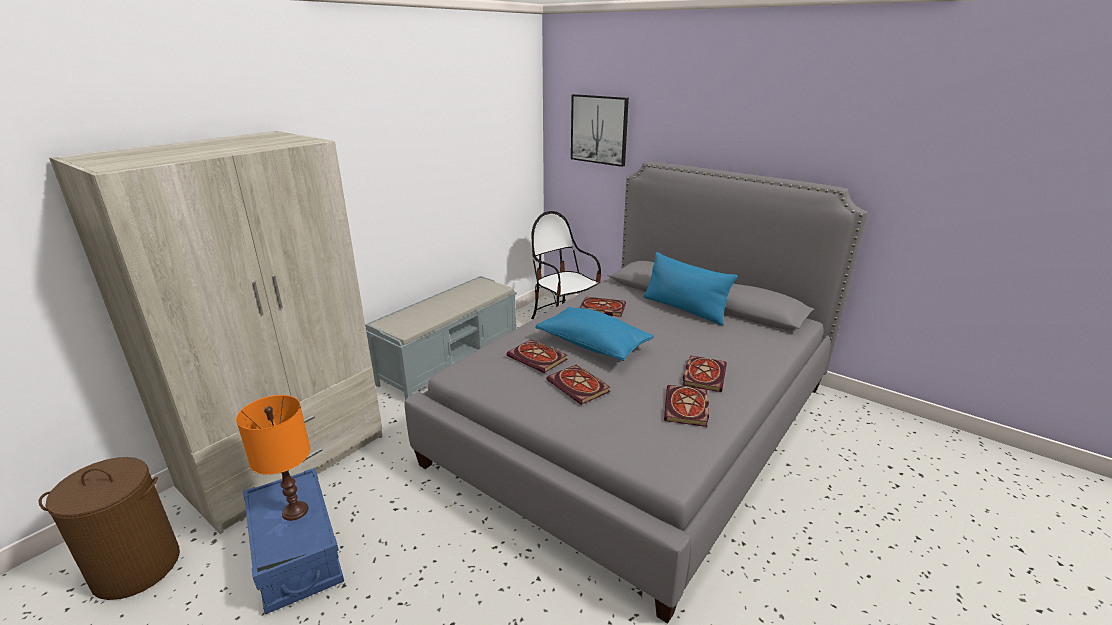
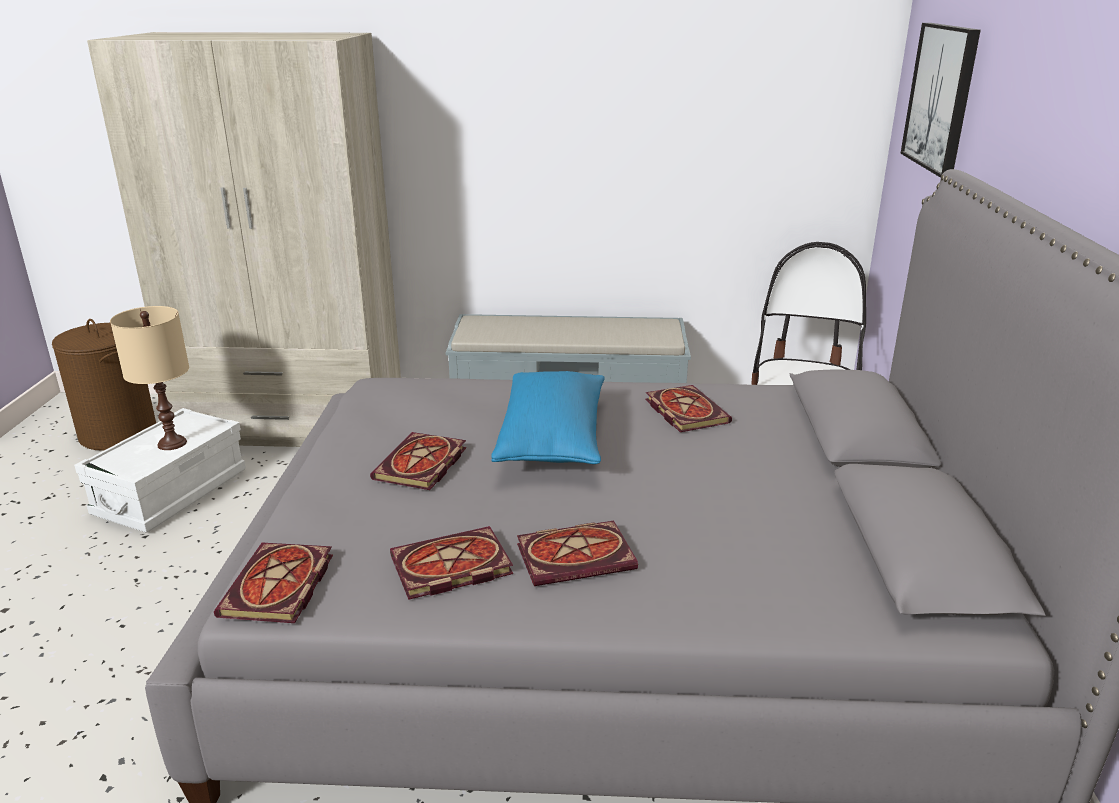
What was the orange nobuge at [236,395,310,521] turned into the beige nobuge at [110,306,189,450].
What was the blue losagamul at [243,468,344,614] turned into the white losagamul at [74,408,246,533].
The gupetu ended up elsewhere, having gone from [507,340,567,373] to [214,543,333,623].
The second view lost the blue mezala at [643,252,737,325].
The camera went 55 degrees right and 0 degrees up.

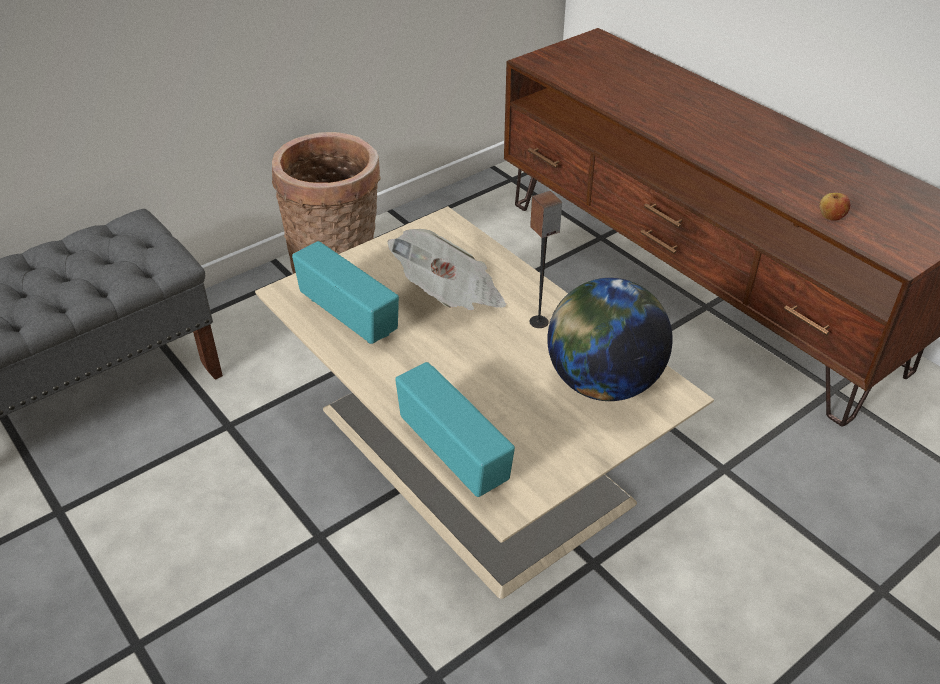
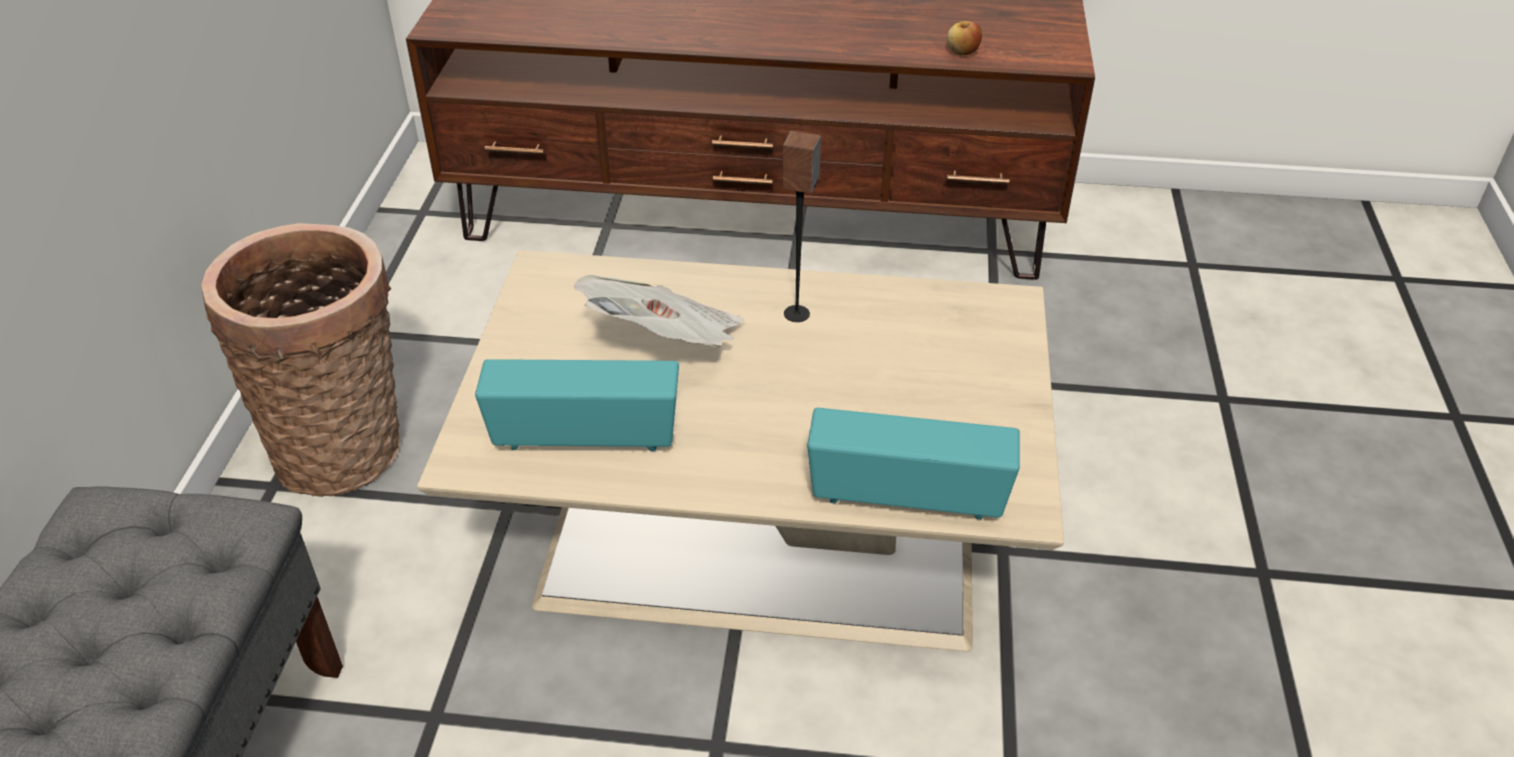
The second view lost the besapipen at [547,278,673,401].
The camera went 45 degrees left and 0 degrees up.

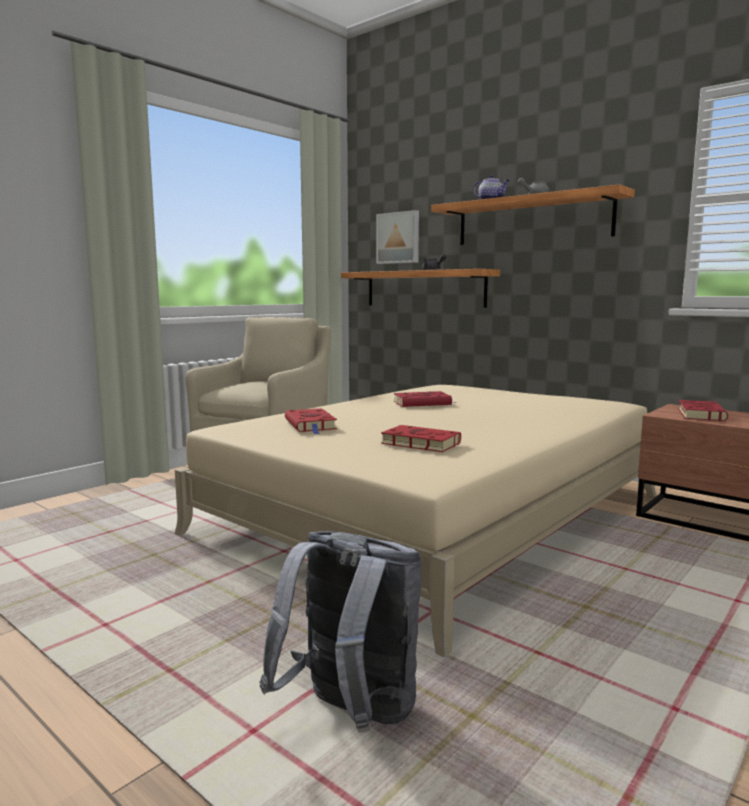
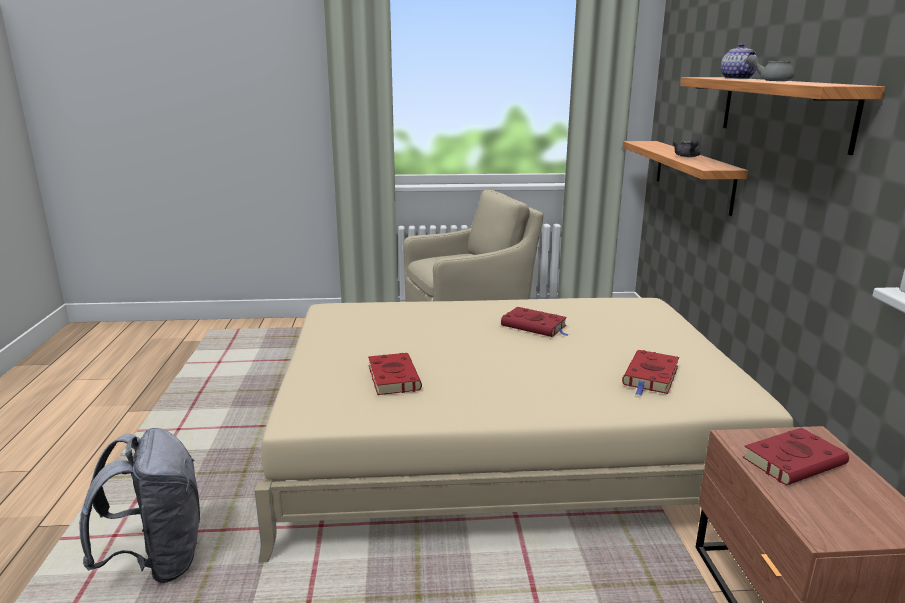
The red gupetu ended up elsewhere, having gone from [285,408,337,434] to [622,350,679,396].
The second view lost the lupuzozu at [376,210,419,264].
The camera went 45 degrees right and 10 degrees up.

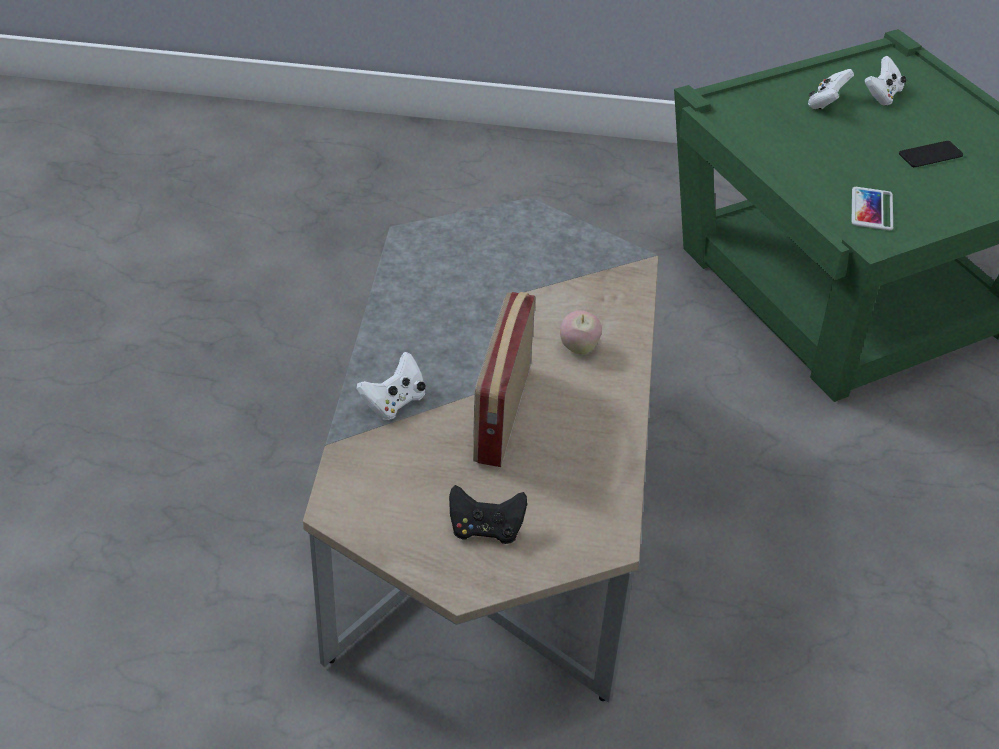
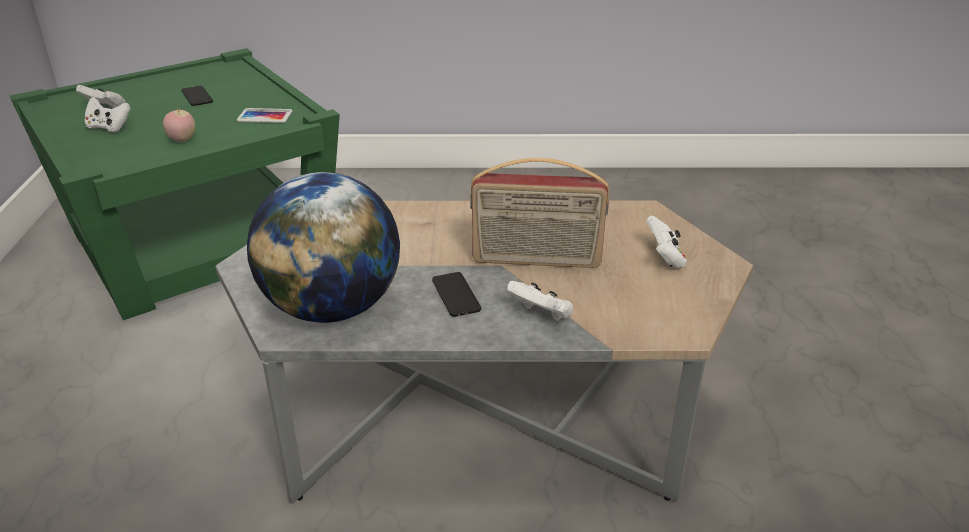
What was the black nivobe at [449,485,527,544] turned into the white nivobe at [646,216,687,268].
The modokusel ended up elsewhere, having gone from [560,310,602,354] to [163,108,195,142].
The second view gained the besapipen at [247,172,400,323].
The second view gained the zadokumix at [432,272,481,317].
The camera went 95 degrees left and 10 degrees down.

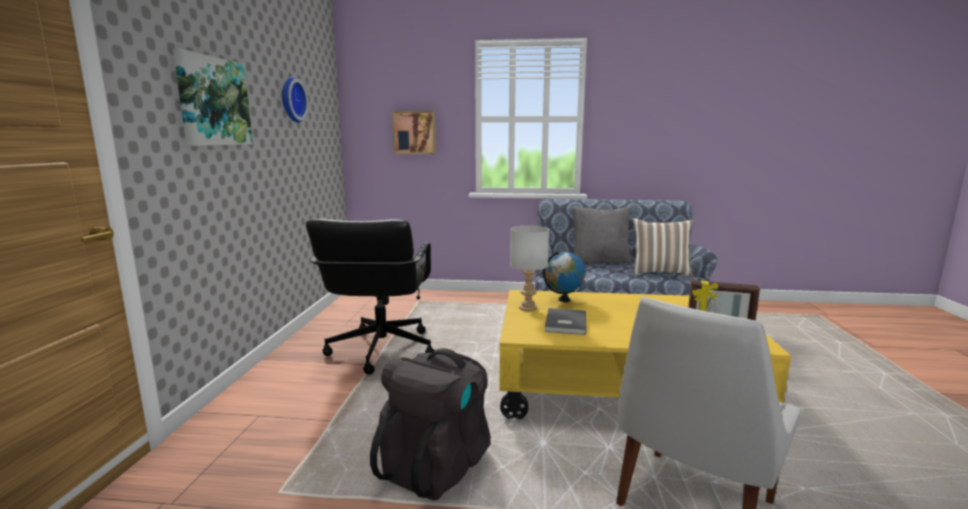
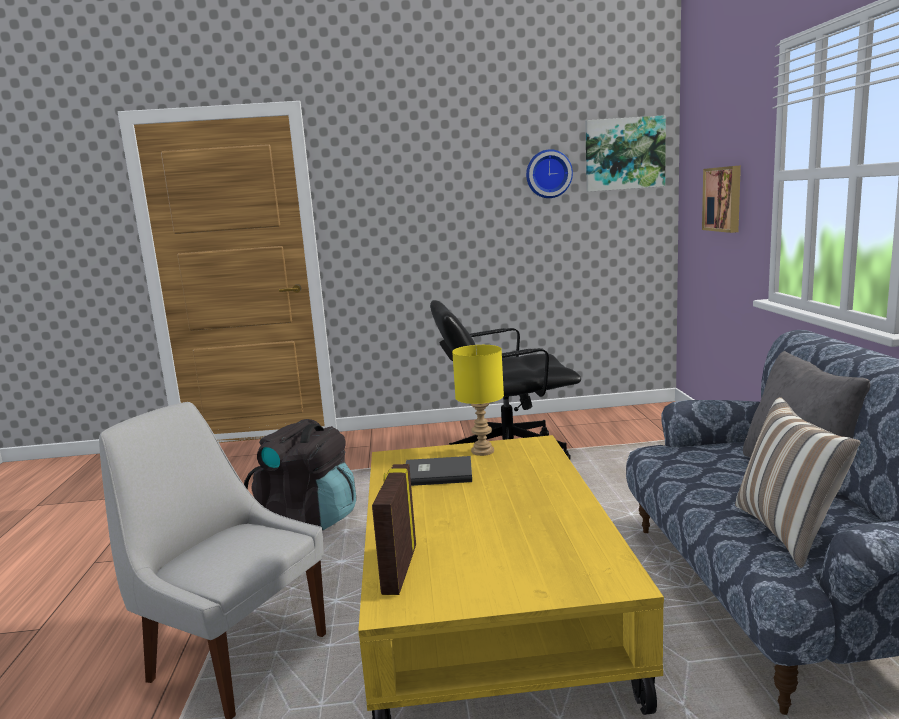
The lupuzozu ended up elsewhere, having gone from [173,49,253,146] to [585,115,666,192].
What was the grey nobuge at [510,226,549,311] turned into the yellow nobuge at [452,345,504,456].
The second view lost the besapipen at [543,251,586,302].
The camera went 80 degrees right and 0 degrees up.

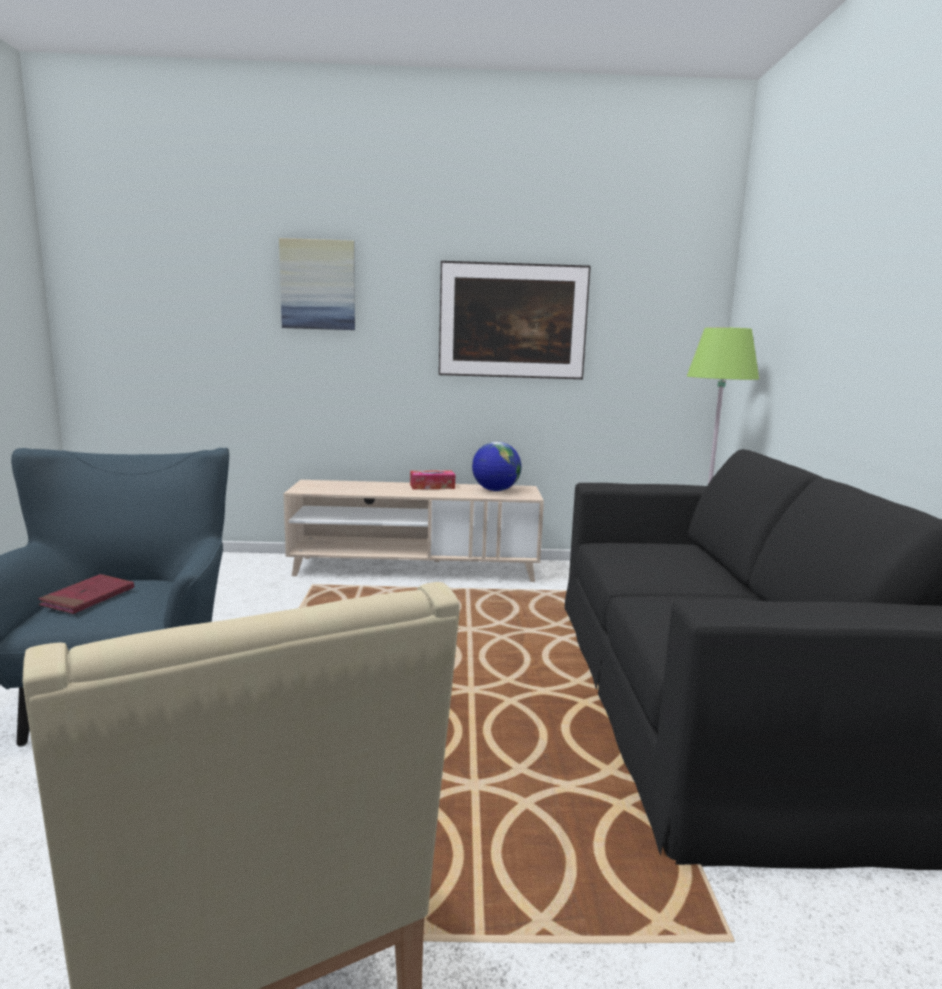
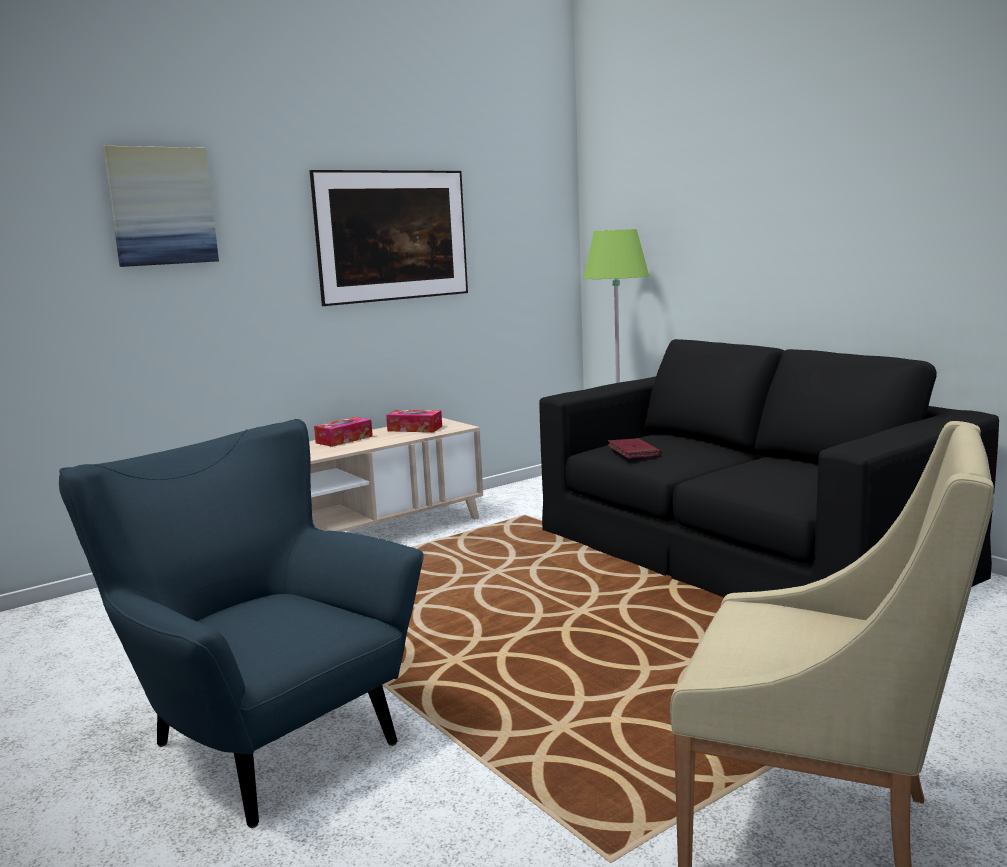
The red gupetu ended up elsewhere, having gone from [38,574,134,614] to [608,438,661,459].
Where the besapipen stood at [472,442,522,491], the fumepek came to stand at [386,410,442,432].
The camera went 35 degrees left and 0 degrees up.

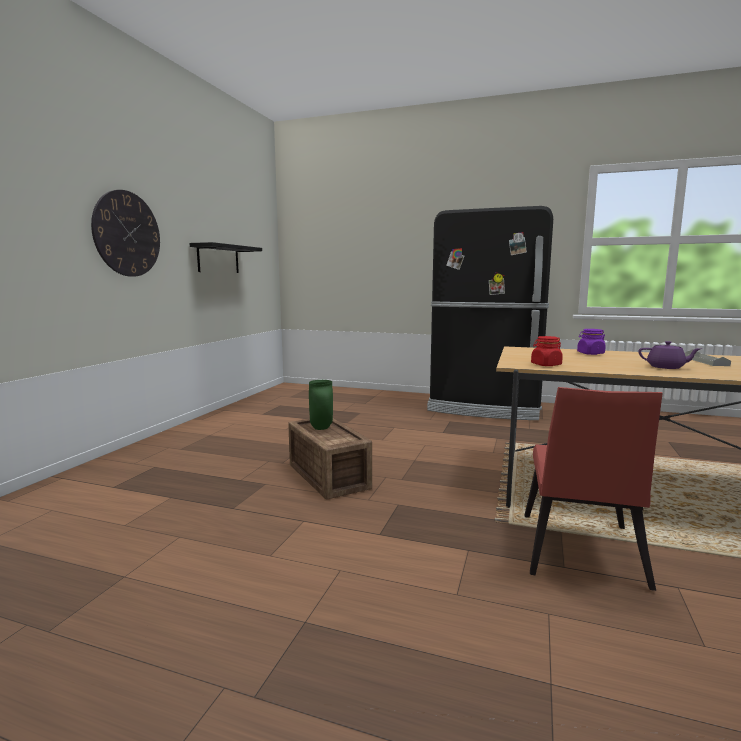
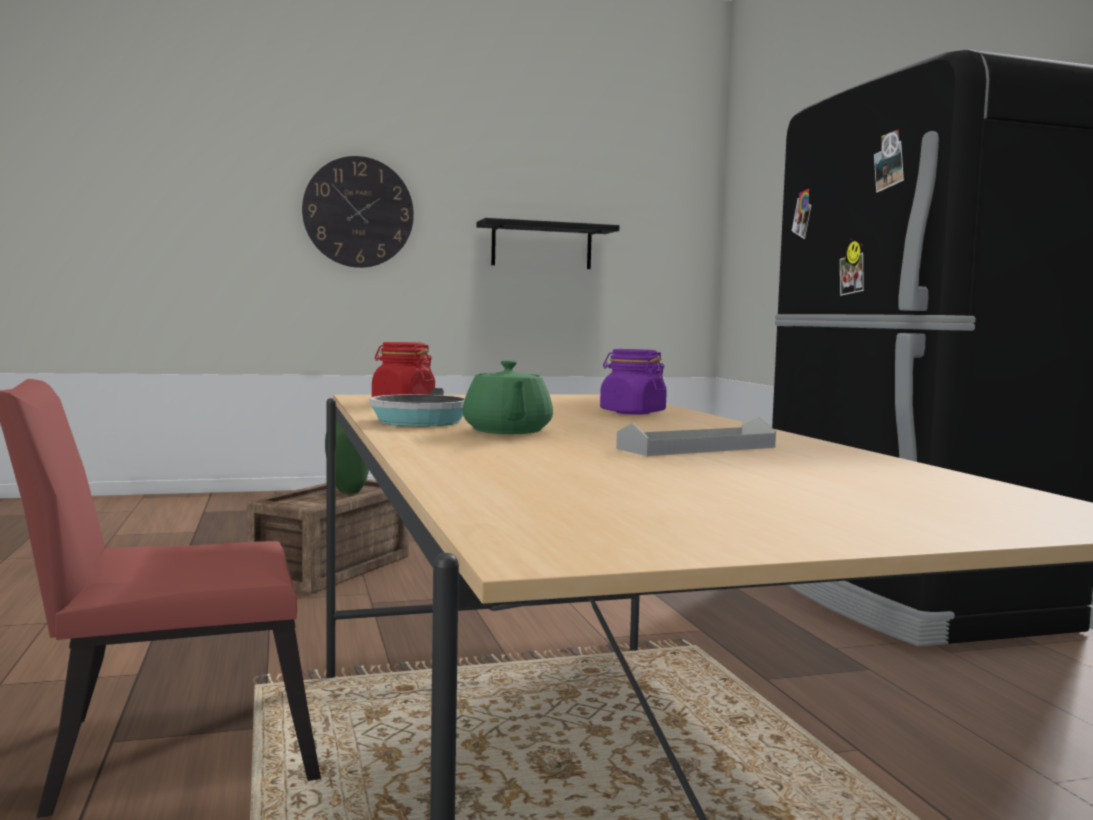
What was the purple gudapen at [638,341,702,369] turned into the green gudapen at [463,360,553,434].
The second view gained the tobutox at [369,388,465,426].
The camera went 55 degrees right and 5 degrees down.

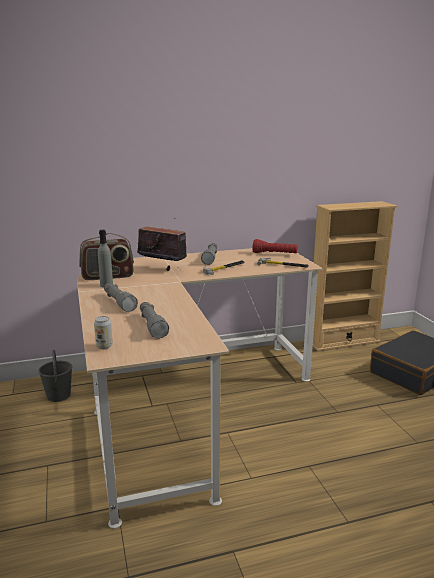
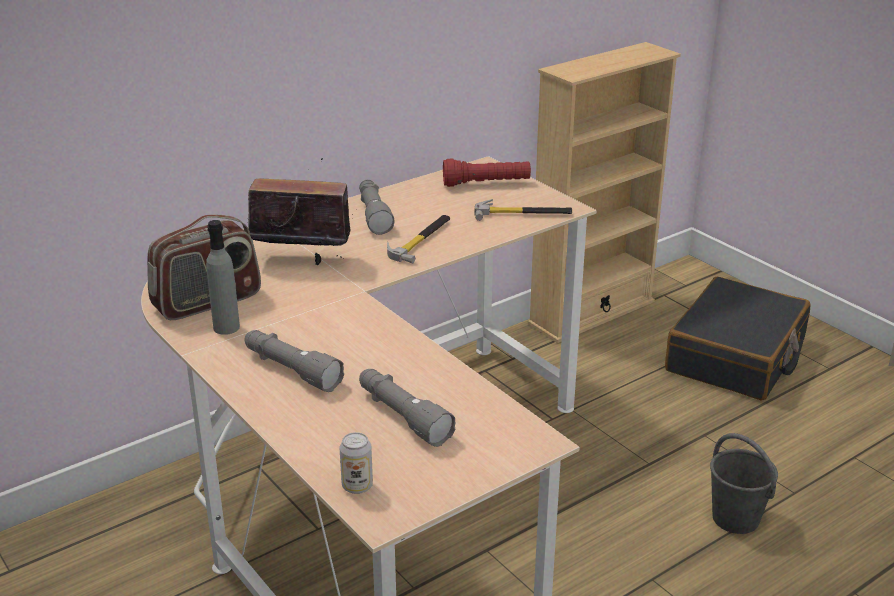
The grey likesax ended up elsewhere, having gone from [38,350,72,402] to [710,433,778,534].
The camera went 20 degrees left and 10 degrees up.

